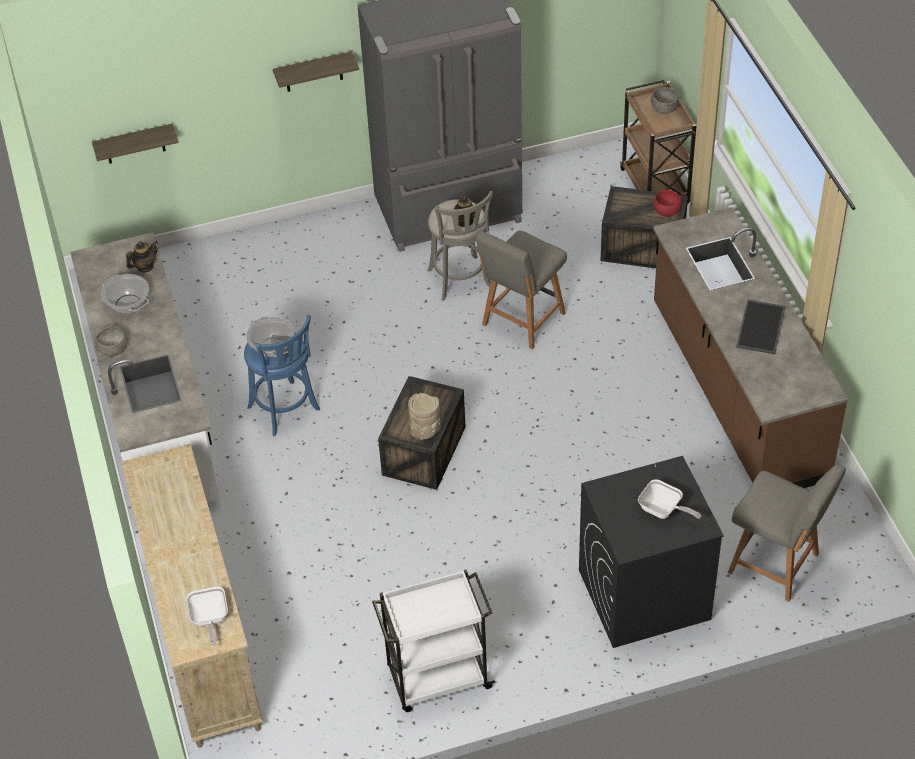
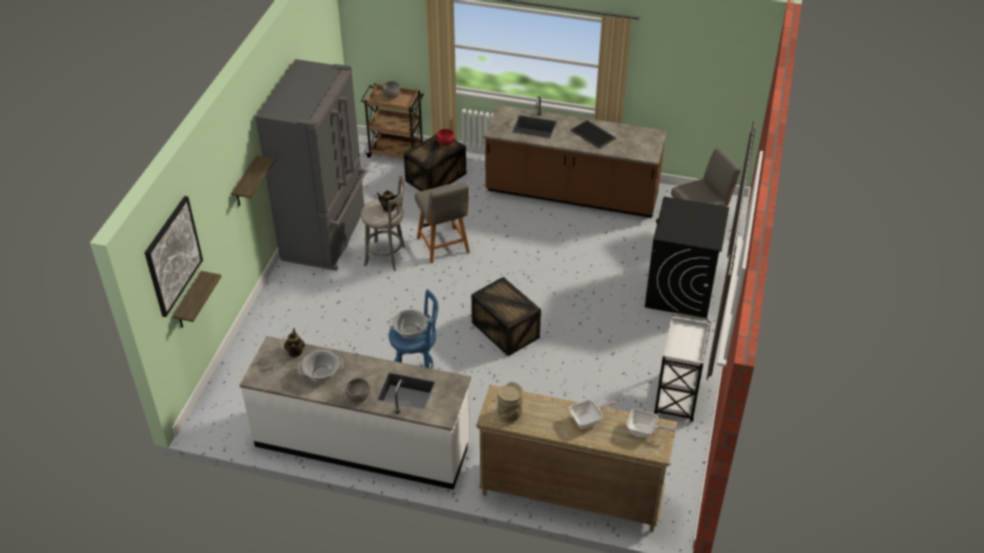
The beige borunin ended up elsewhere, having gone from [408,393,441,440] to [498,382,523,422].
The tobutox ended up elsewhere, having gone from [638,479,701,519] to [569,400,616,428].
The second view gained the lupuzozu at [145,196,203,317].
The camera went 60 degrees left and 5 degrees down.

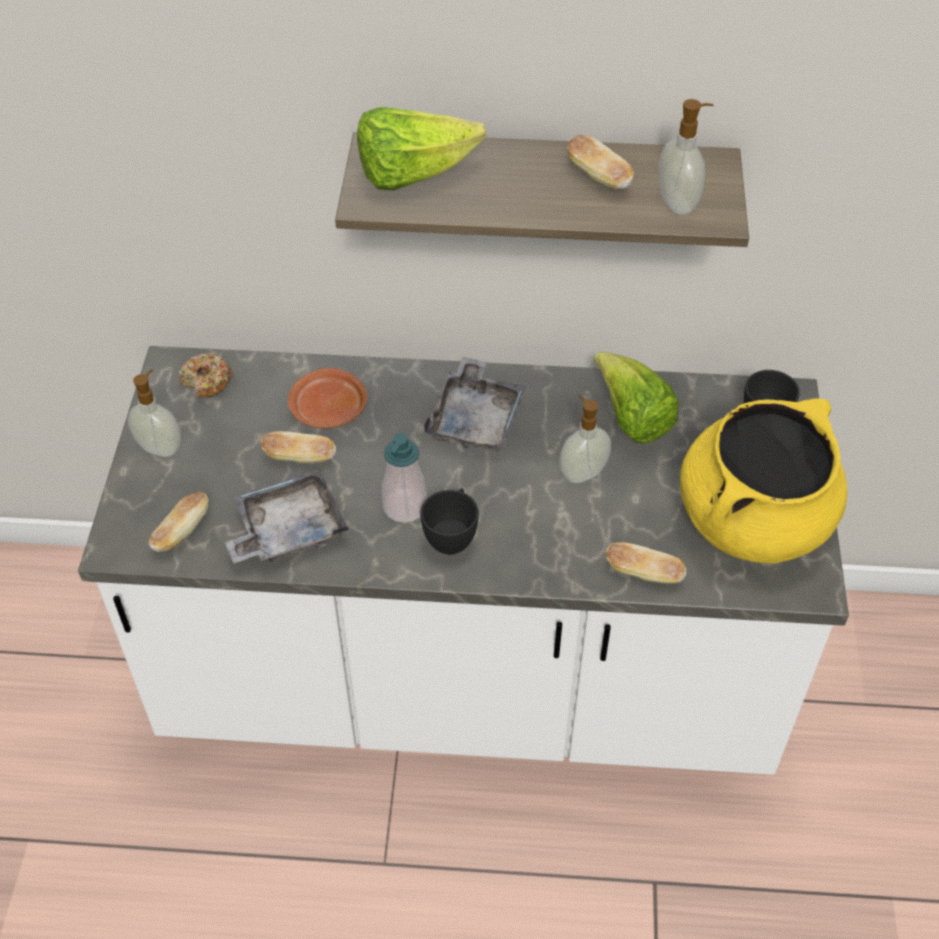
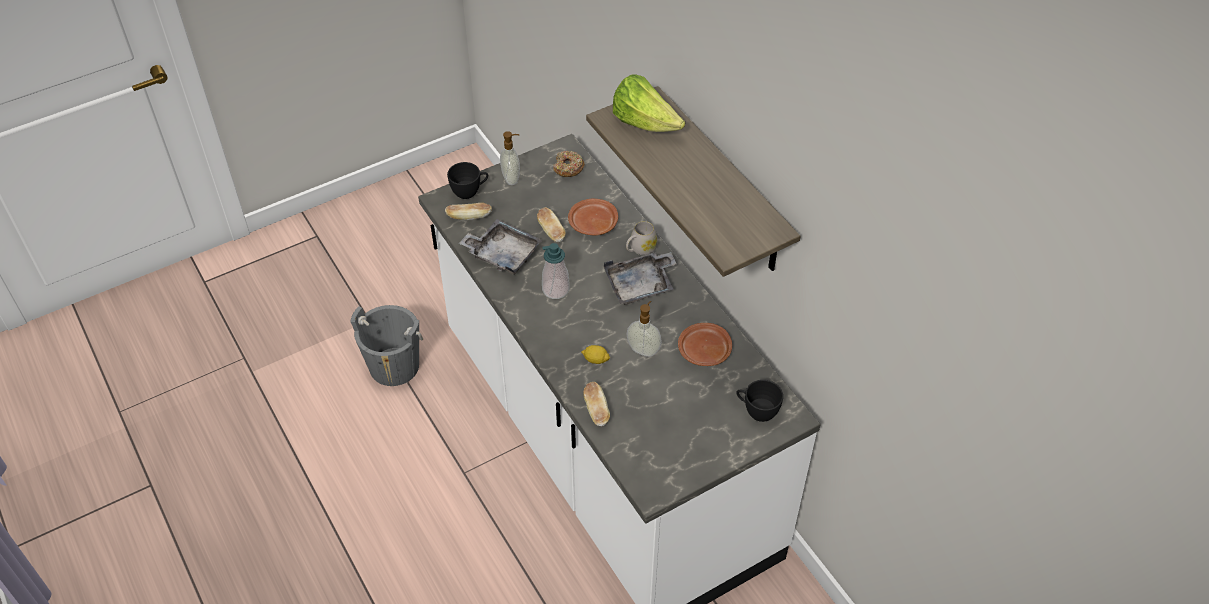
The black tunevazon ended up elsewhere, having gone from [420,488,479,554] to [447,162,488,199].
The second view lost the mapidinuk at [567,135,634,190].
Where the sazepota stood at [594,352,679,444], the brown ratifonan came to stand at [678,323,732,366].
The second view lost the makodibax at [659,99,713,215].
The second view lost the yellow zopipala at [680,398,847,563].
The second view gained the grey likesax at [350,305,423,386].
The second view gained the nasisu at [581,345,610,364].
The second view gained the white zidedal at [626,221,658,255].
The camera went 55 degrees right and 0 degrees up.

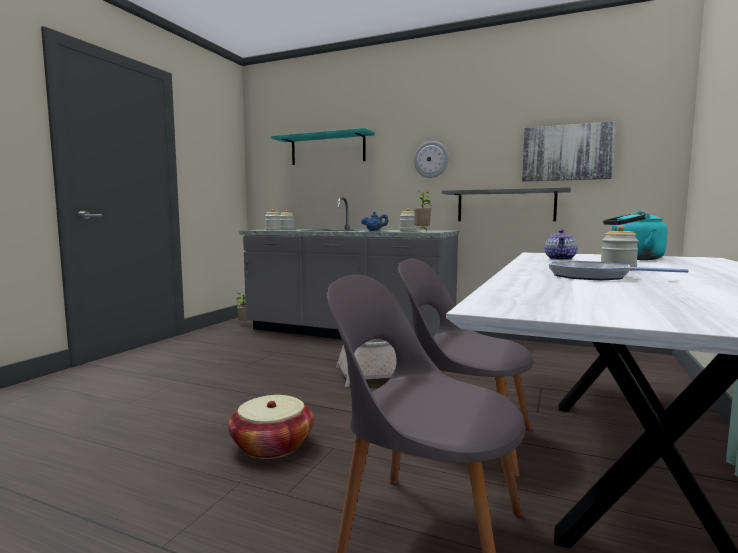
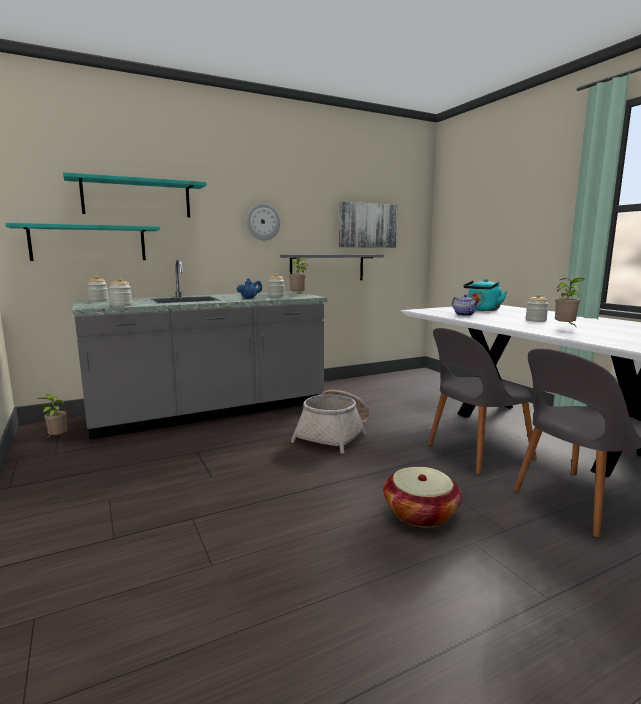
Where the tobutox stood at [549,261,689,280], the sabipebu came to stand at [555,278,585,326].
The second view gained the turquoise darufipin at [5,223,160,261].
The camera went 50 degrees left and 5 degrees up.

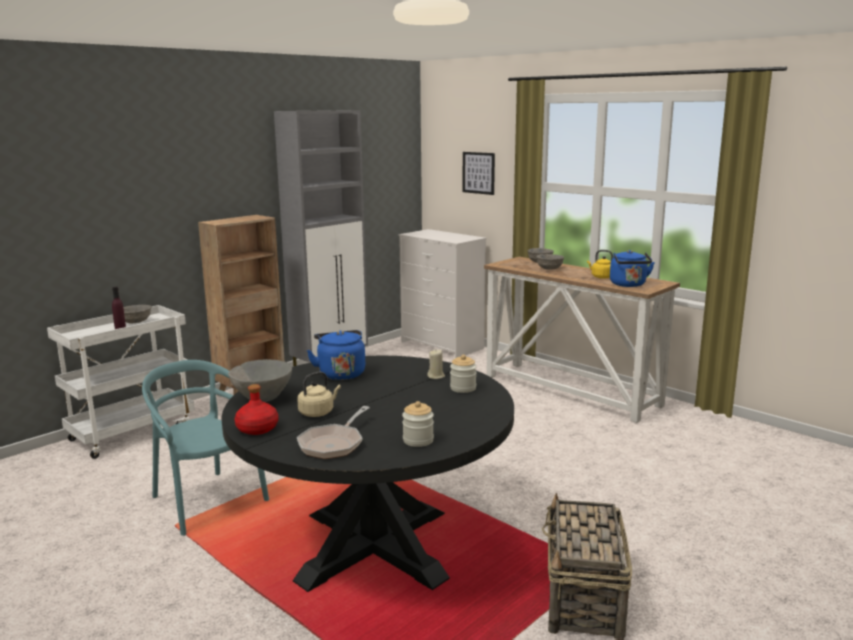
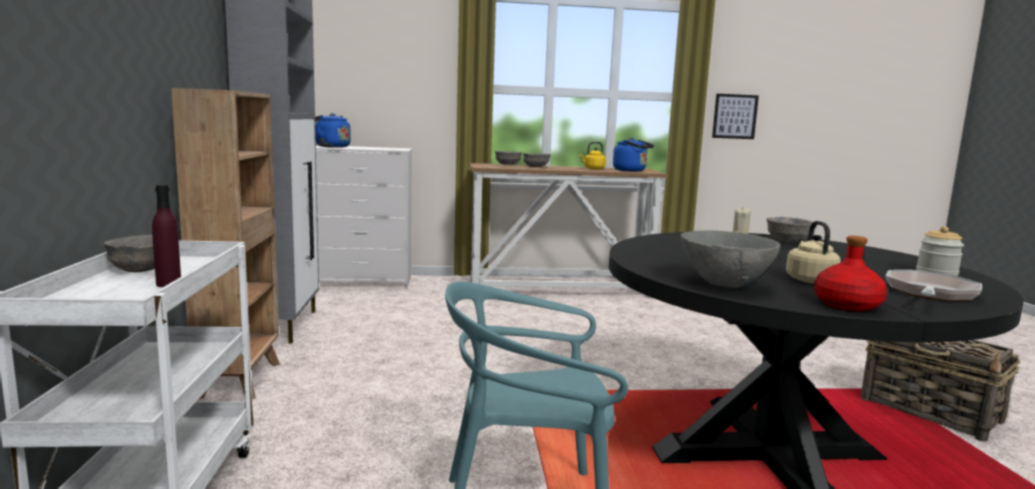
The tobutox at [297,406,370,459] ended up facing another way, 120 degrees counterclockwise from before.
The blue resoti ended up elsewhere, having gone from [307,330,365,380] to [315,113,351,148].
Where the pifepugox stood at [450,355,477,393], the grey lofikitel came to stand at [766,217,817,243].
The lupuzozu ended up elsewhere, having gone from [462,152,495,195] to [712,94,759,139].
The camera went 50 degrees left and 5 degrees down.

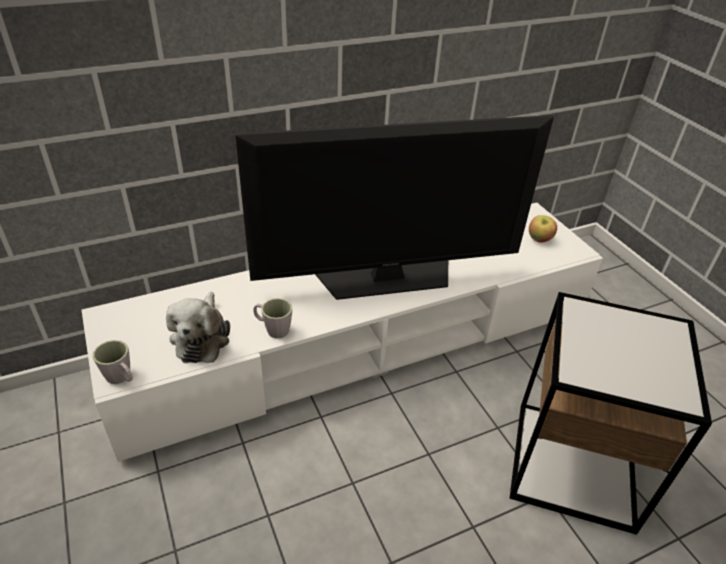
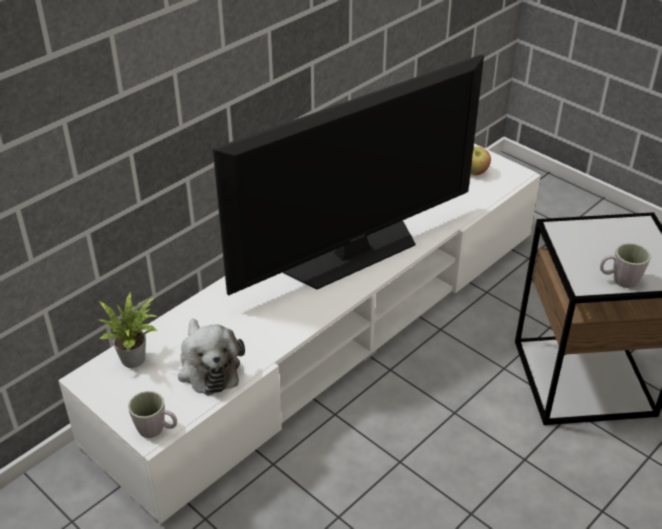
The grey zidedal ended up elsewhere, having gone from [253,298,292,338] to [600,243,651,288].
The second view gained the sabipebu at [99,293,157,368].
The camera went 20 degrees left and 0 degrees up.

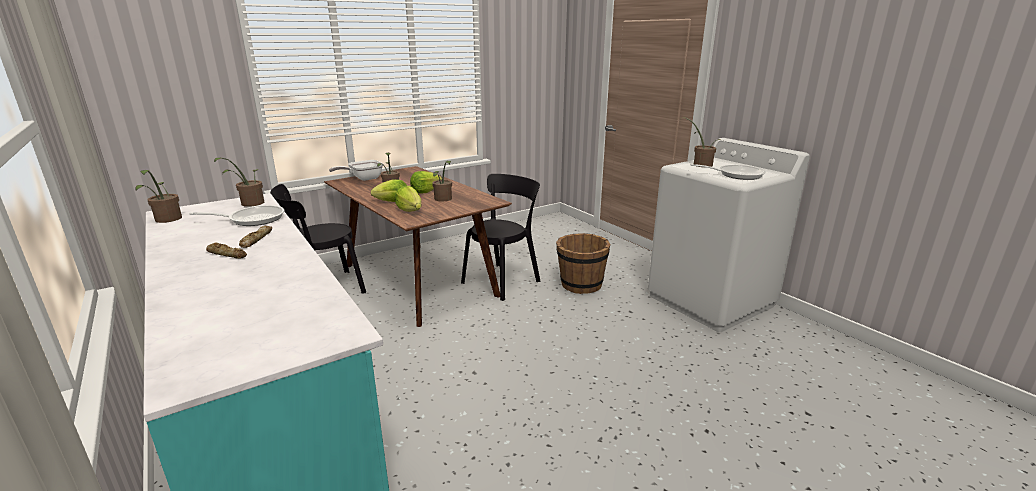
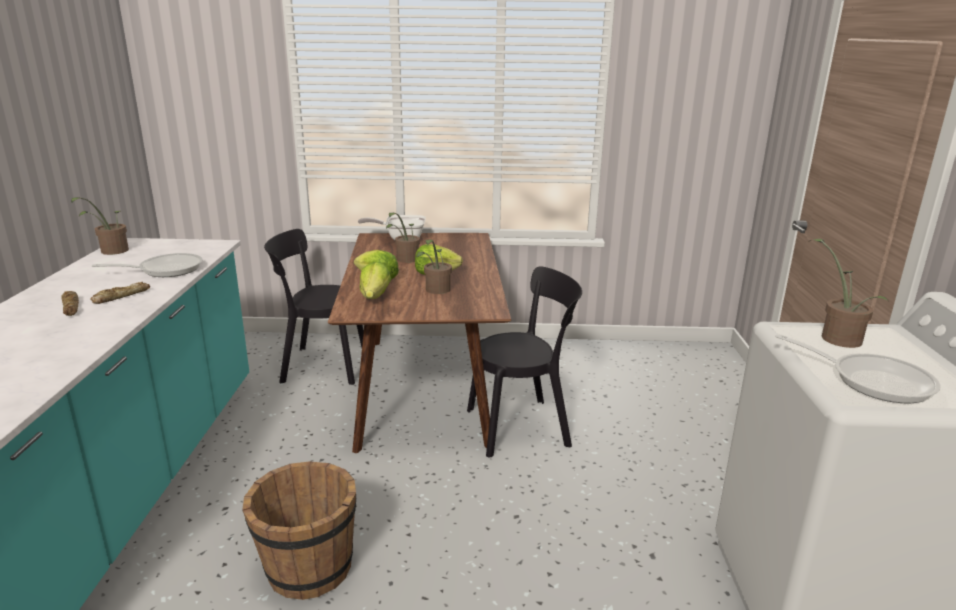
The tobutox at [189,205,284,226] ended up facing another way, 45 degrees counterclockwise from before.
The second view lost the sabipebu at [214,157,264,207].
The brown likesax ended up elsewhere, having gone from [556,233,610,294] to [242,461,356,600].
The camera went 35 degrees right and 0 degrees up.

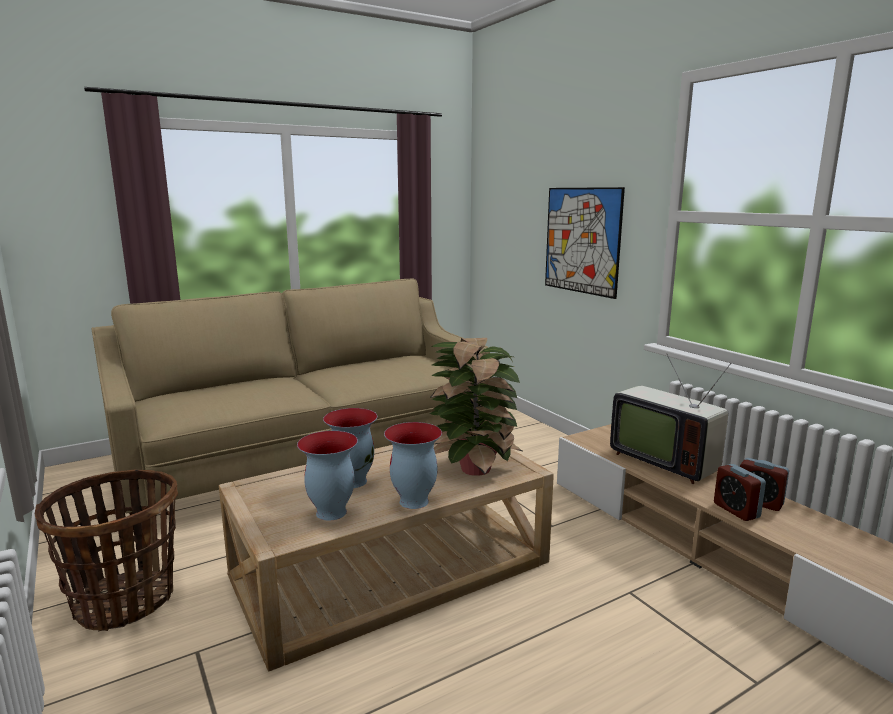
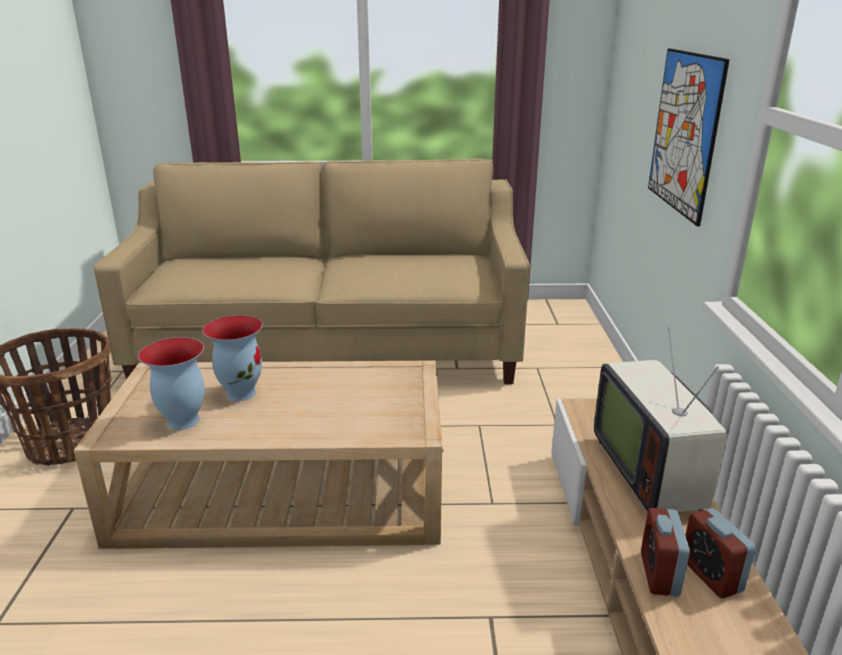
The second view lost the borunin at [384,422,442,509].
The second view lost the sabipebu at [429,338,524,476].
The camera went 30 degrees right and 10 degrees up.

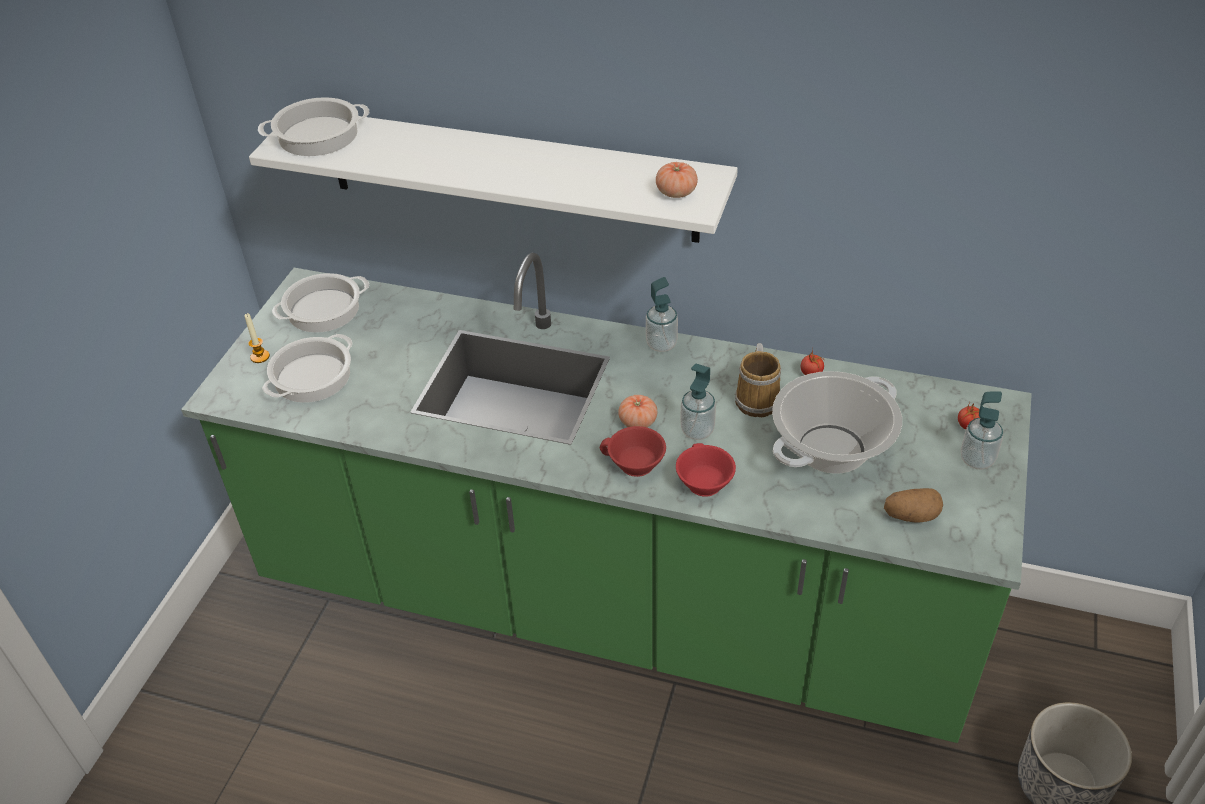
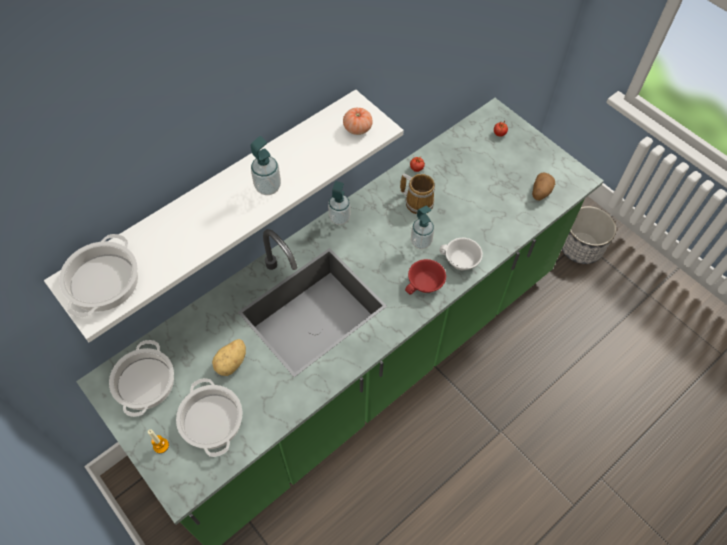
The second view lost the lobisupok at [618,395,657,427].
What was the red tunevazon at [676,443,736,497] turned into the white tunevazon at [439,238,483,270].
The second view lost the zopipala at [772,371,902,474].
The makodibax ended up elsewhere, having gone from [961,391,1003,470] to [251,136,281,195].
The second view gained the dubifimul at [212,339,246,376].
The camera went 60 degrees left and 15 degrees up.

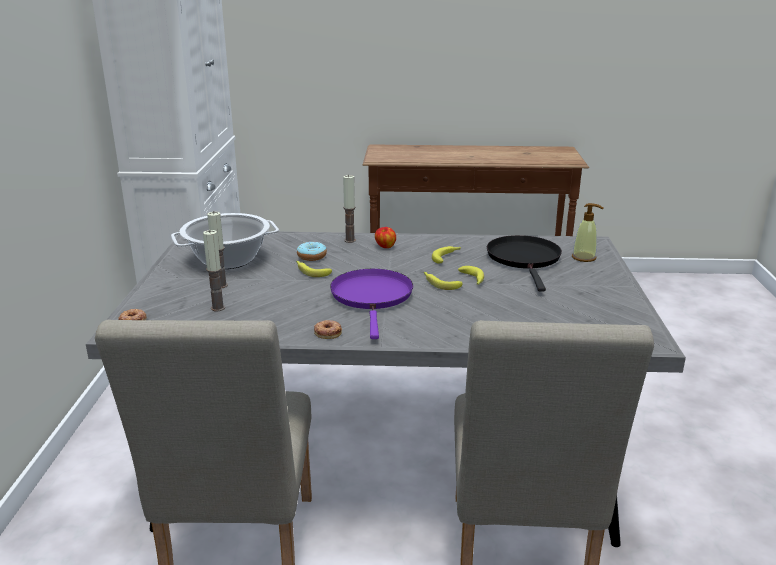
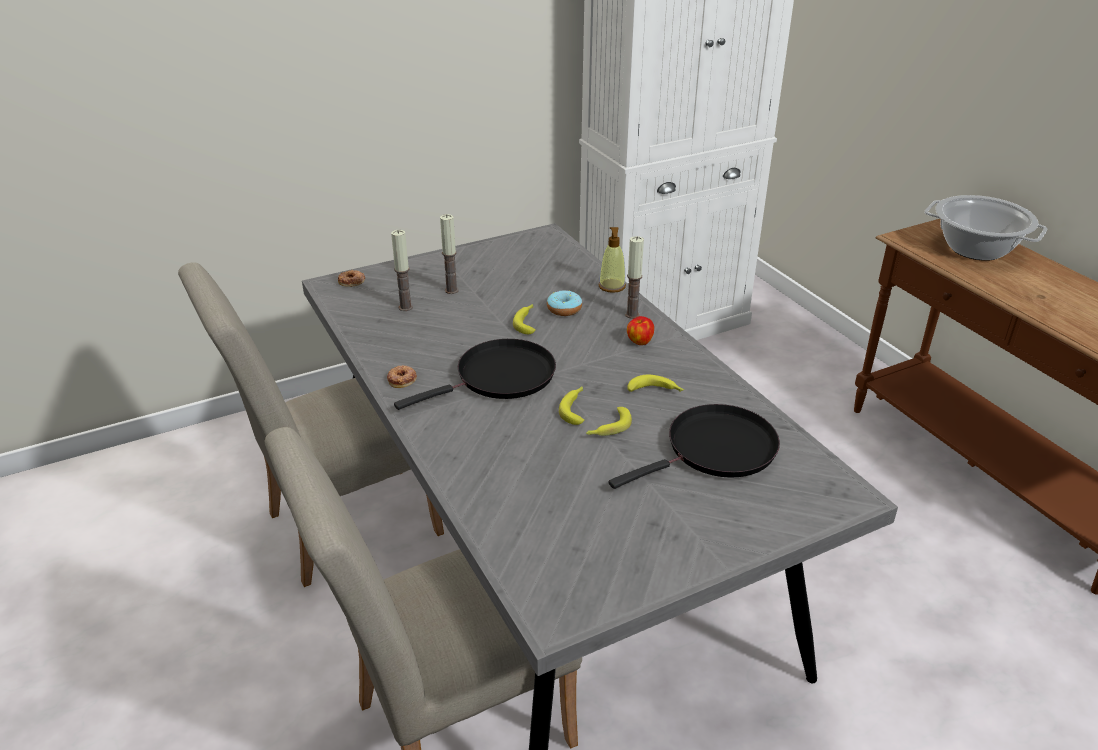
The zopipala ended up elsewhere, having gone from [171,213,279,269] to [924,195,1047,261].
What was the purple tobutox at [330,269,413,339] turned into the black tobutox at [394,339,556,410].
The makodibax ended up elsewhere, having gone from [572,203,603,262] to [598,227,626,293].
The camera went 60 degrees right and 10 degrees up.

